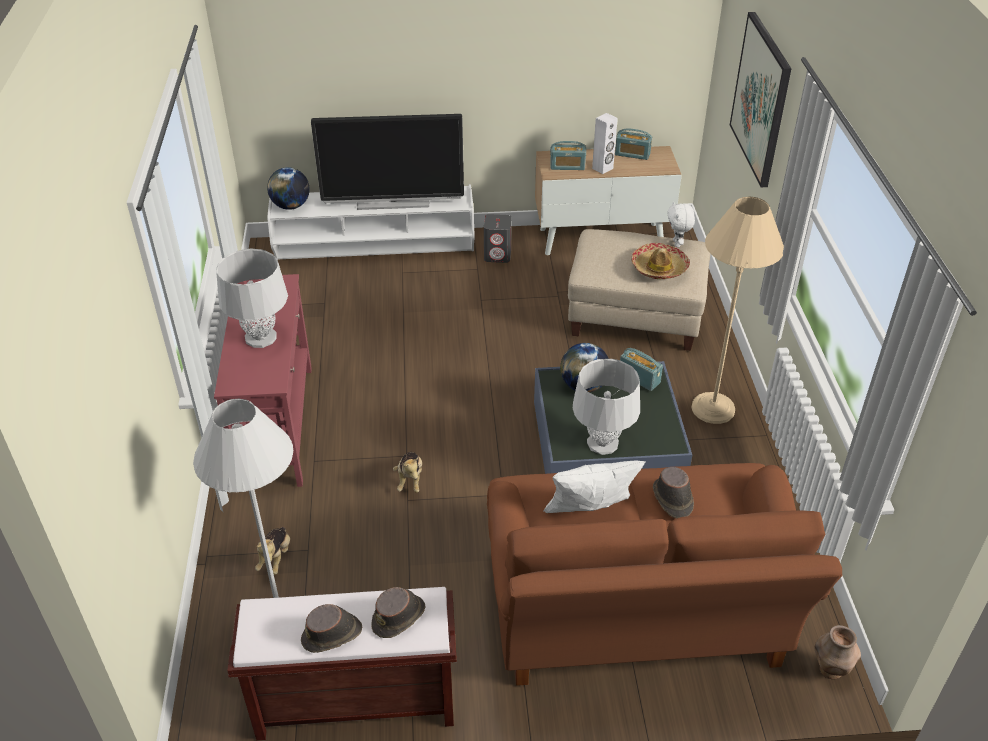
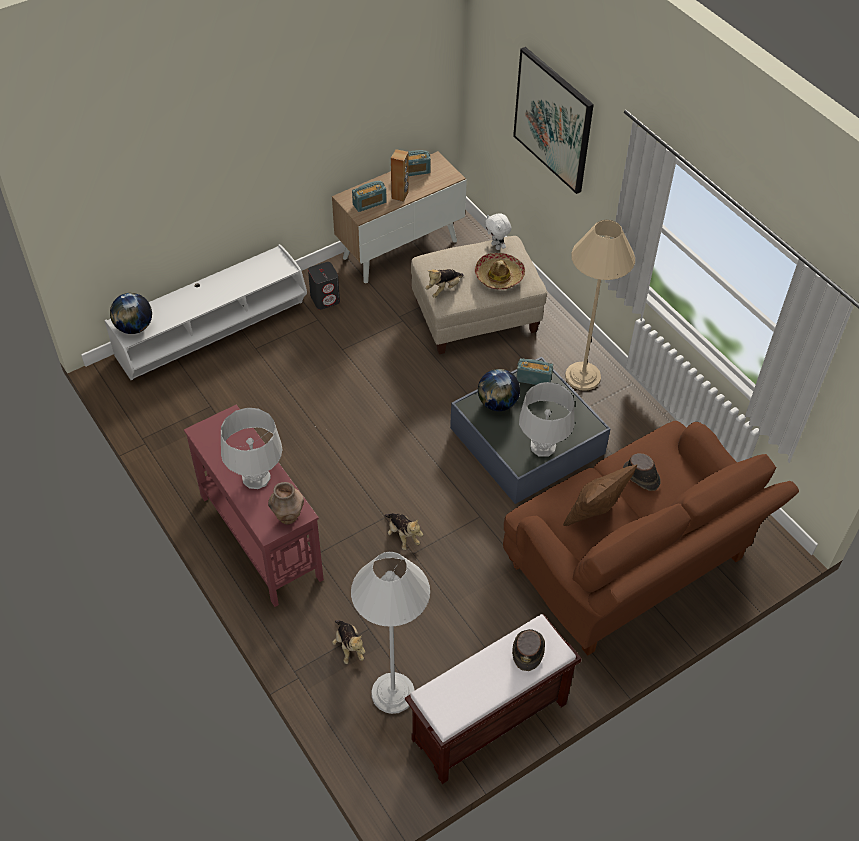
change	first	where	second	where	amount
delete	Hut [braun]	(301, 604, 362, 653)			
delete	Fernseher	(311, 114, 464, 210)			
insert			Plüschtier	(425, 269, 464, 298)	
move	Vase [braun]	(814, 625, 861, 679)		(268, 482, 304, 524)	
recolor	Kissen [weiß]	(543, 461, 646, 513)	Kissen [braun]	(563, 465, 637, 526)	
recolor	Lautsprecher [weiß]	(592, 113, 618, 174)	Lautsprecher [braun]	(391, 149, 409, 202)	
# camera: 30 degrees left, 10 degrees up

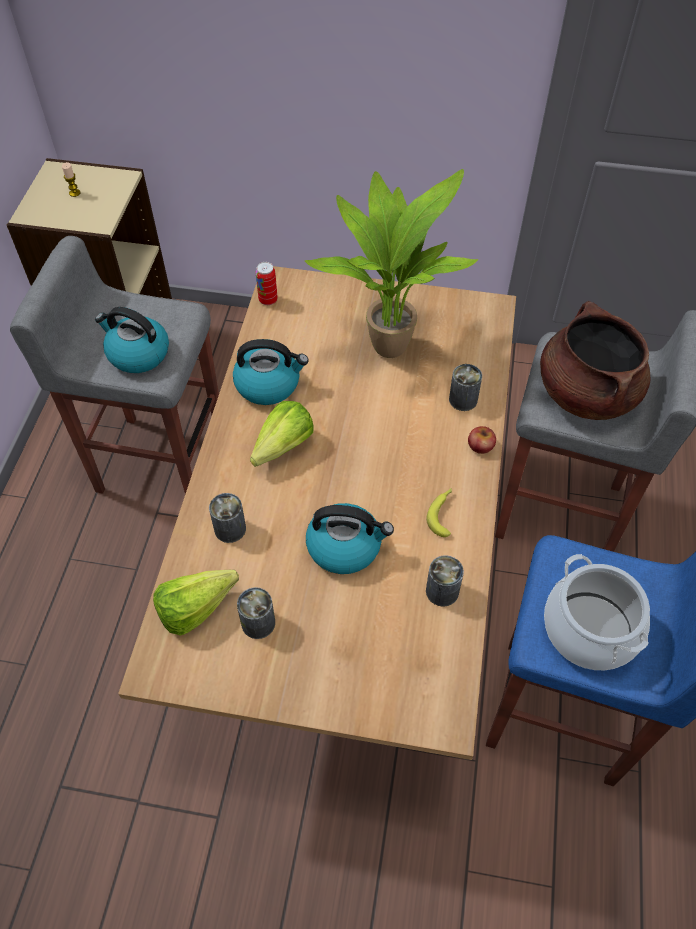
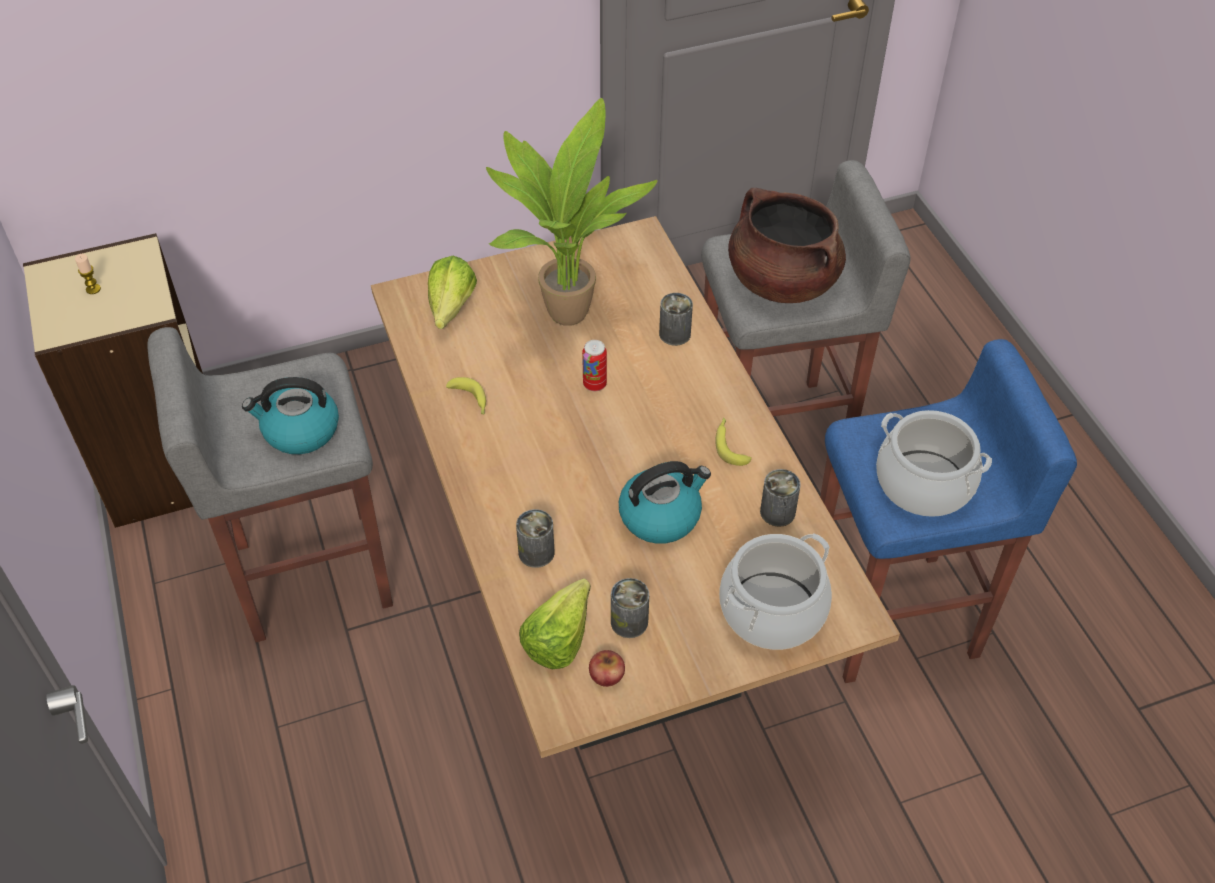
change	first	where	second	where	amount
insert			Kochtopf	(719, 533, 832, 650)	
move	Salatkopf	(250, 401, 314, 467)		(428, 256, 477, 329)	
move	Dose	(256, 262, 278, 305)		(582, 340, 607, 391)	
move	Apfel	(468, 426, 496, 454)		(589, 650, 625, 687)	
replace	Wasserkessel	(233, 339, 309, 405)	Banane	(446, 377, 486, 415)	
# camera: 30 degrees left, 5 degrees down

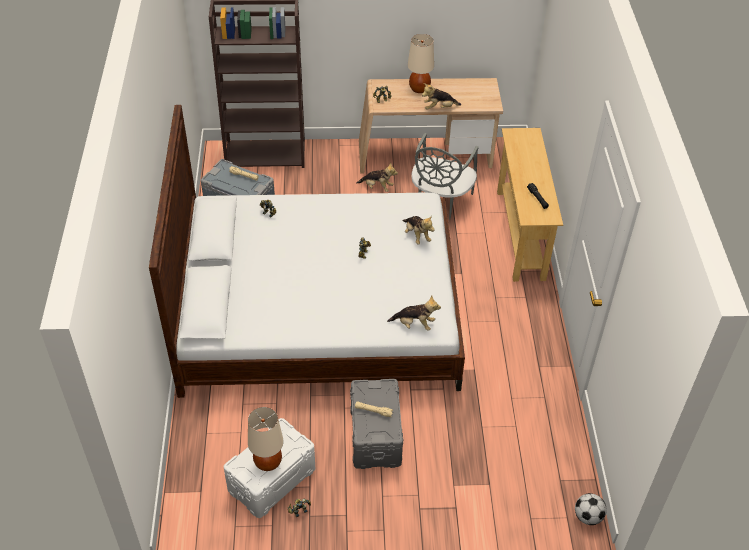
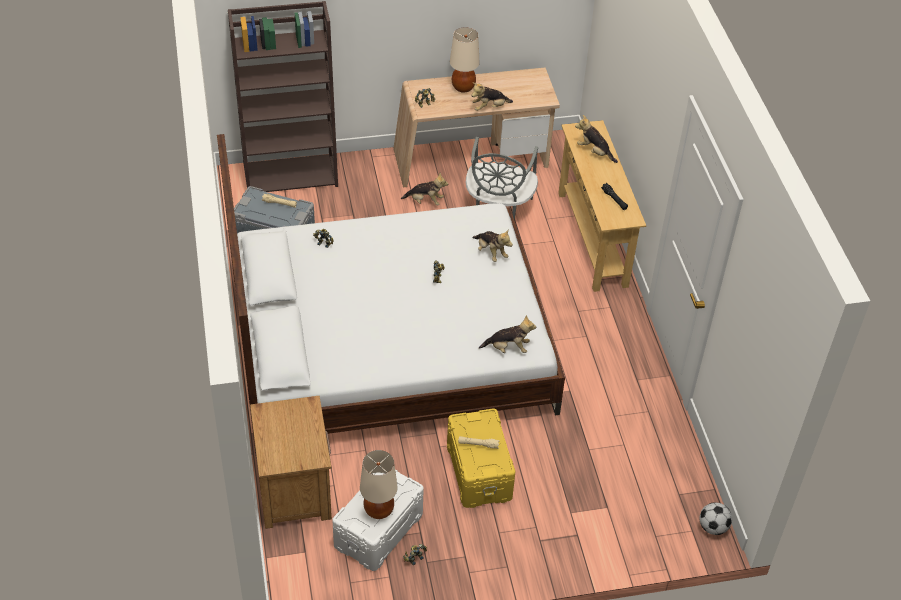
change	first	where	second	where	amount
insert			Nachttisch [braun]	(250, 396, 332, 529)	
insert			Plüschtier	(575, 115, 618, 163)	
recolor	Aufbewahrungsbox [grau]	(350, 379, 403, 469)	Aufbewahrungsbox [gelb]	(447, 409, 515, 508)	
# camera: 10 degrees left, 0 degrees up

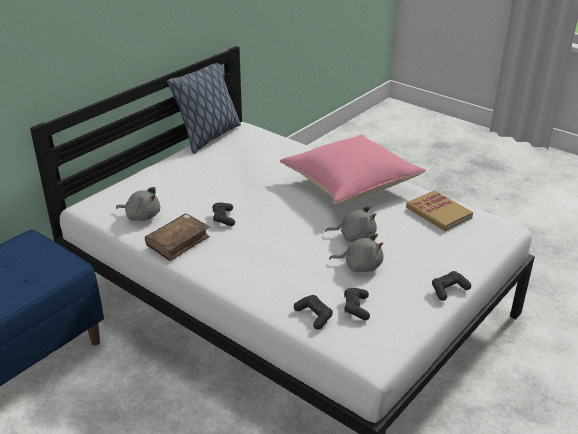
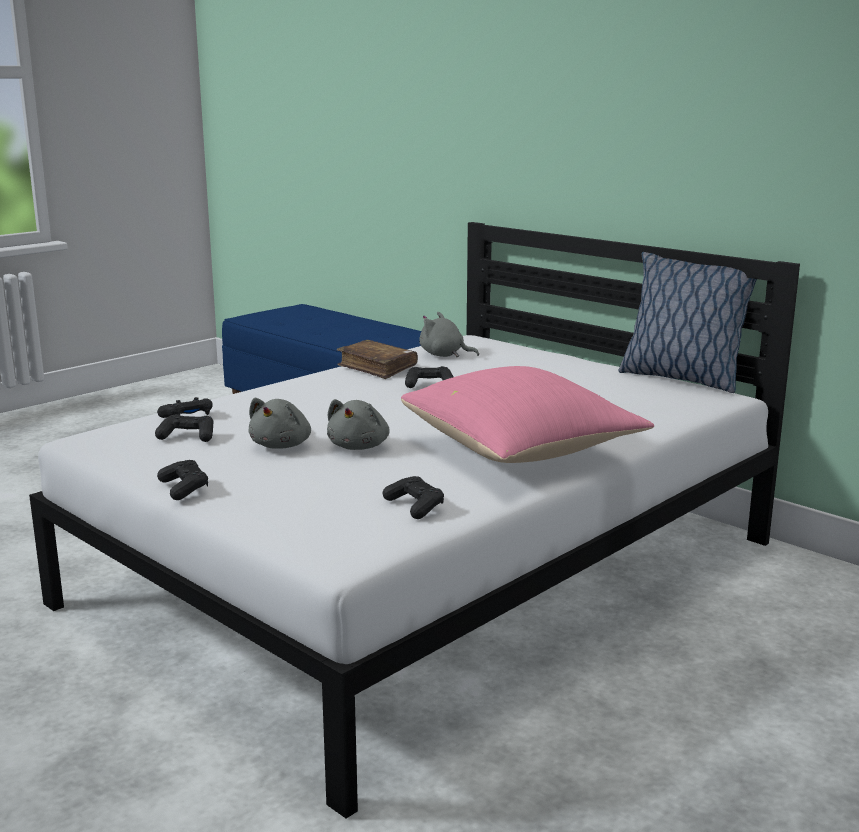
change	first	where	second	where	amount
replace	Buch	(406, 190, 473, 231)	Gamepad [schwarz]	(383, 476, 444, 519)	
rotate	Plüschtier [grau]	(116, 187, 160, 221)		(419, 312, 479, 357)	90 degrees clockwise
# camera: 95 degrees right, 15 degrees down

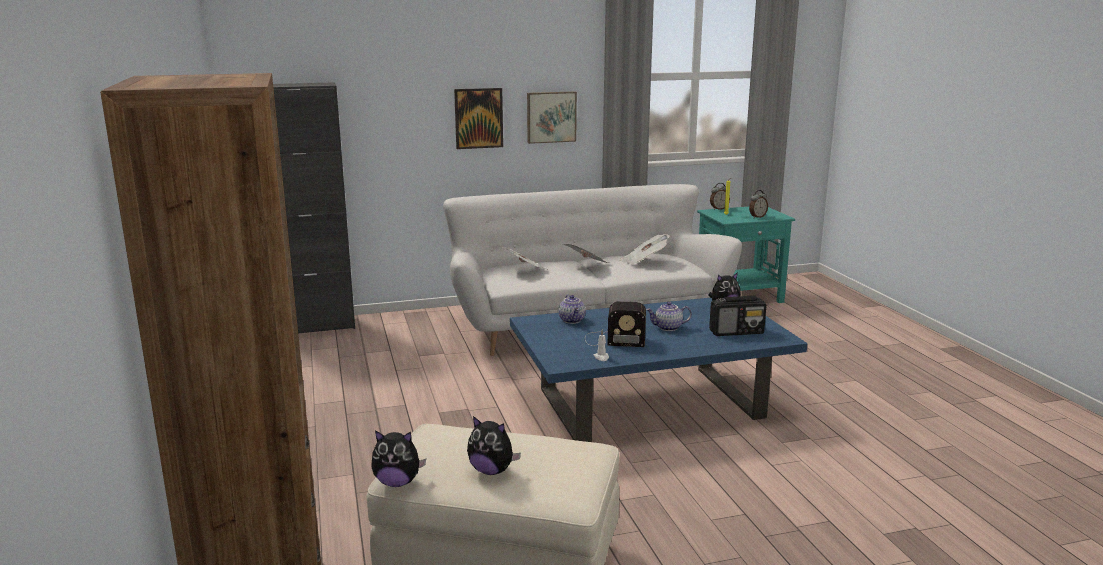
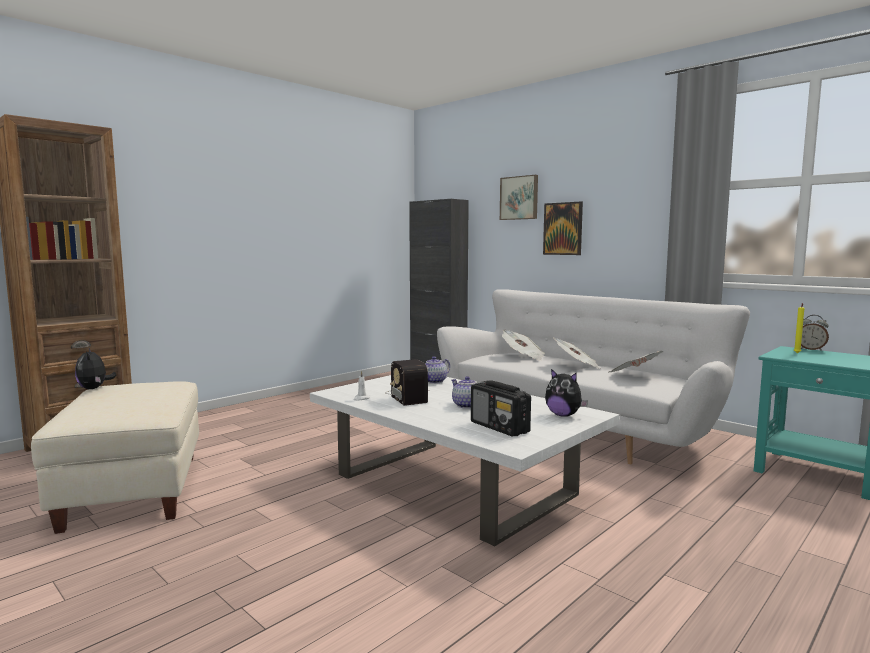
change	first	where	second	where	amount
delete	Plüschtier	(467, 416, 521, 475)			
delete	Wecker	(749, 190, 768, 218)			
move	Bild	(527, 91, 577, 144)		(500, 175, 538, 220)	
recolor	Couchtisch [blau]	(510, 297, 807, 442)	Couchtisch [weiß]	(310, 375, 619, 546)	
# camera: 60 degrees right, 10 degrees down

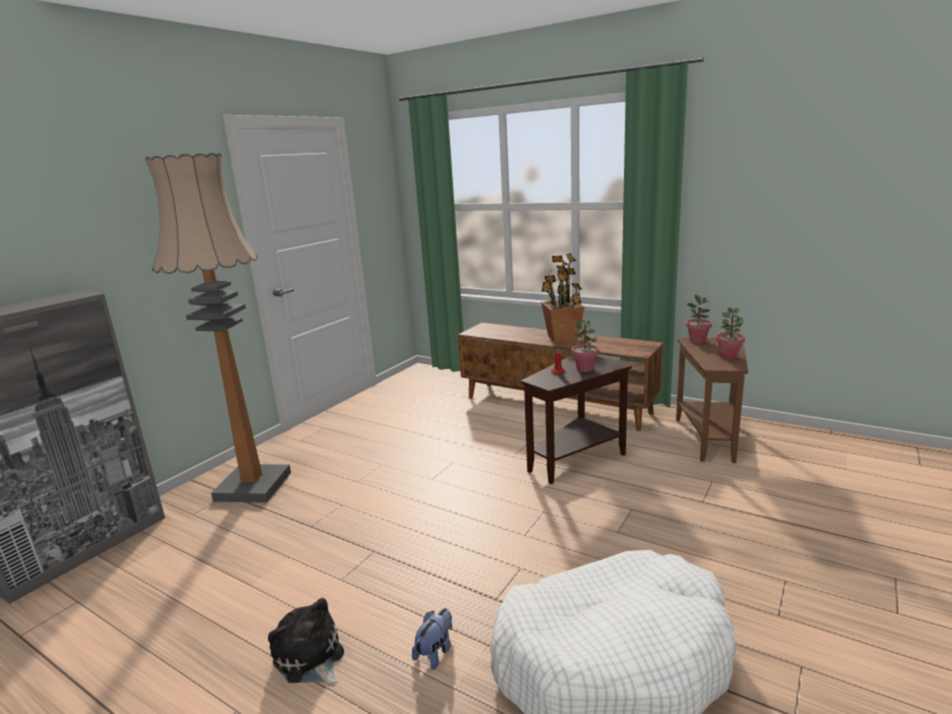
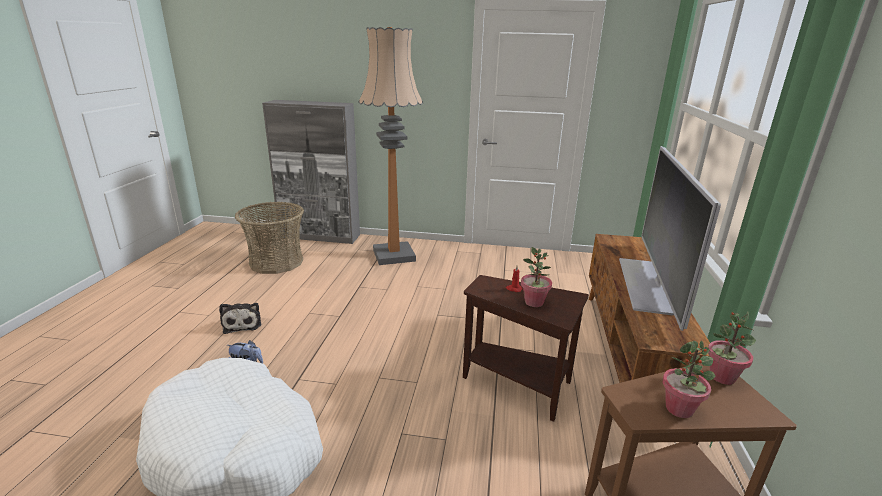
change	first	where	second	where	amount
insert			Korb	(235, 202, 304, 274)	
replace	Topfpflanze	(541, 253, 585, 343)	Fernseher	(619, 146, 721, 331)	
rotate	Plüschtier	(268, 598, 344, 686)		(219, 303, 261, 334)	135 degrees clockwise
# camera: 65 degrees right, 5 degrees up

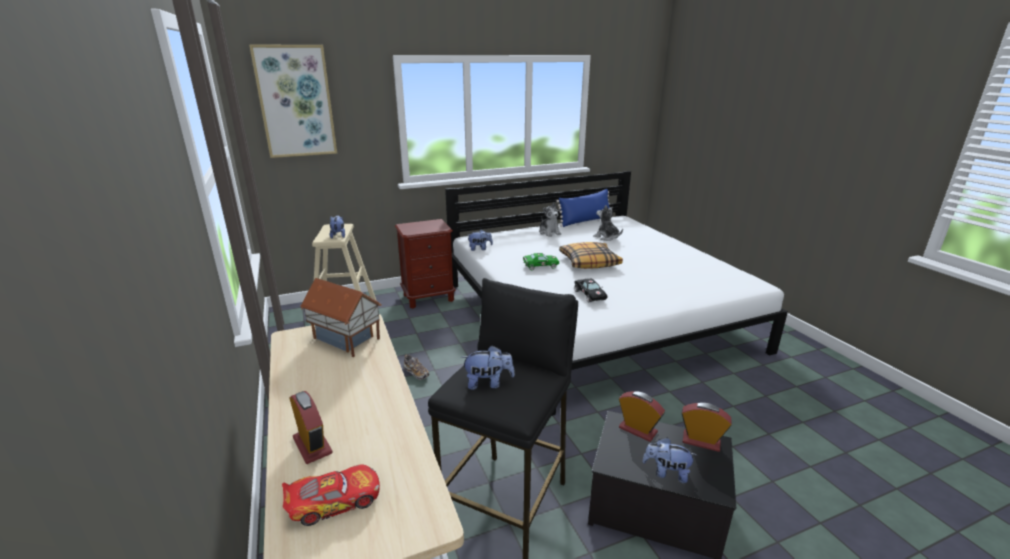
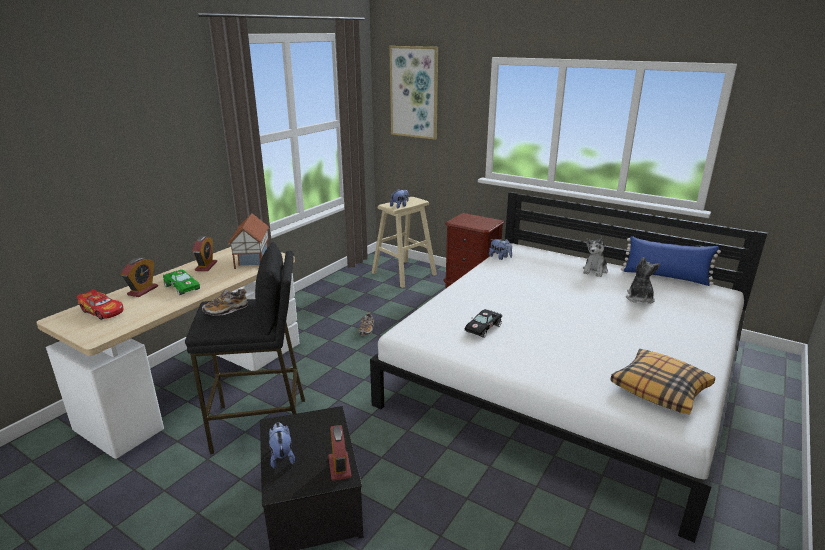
change	first	where	second	where	amount
move	Spielzeugauto [grün]	(523, 253, 559, 270)		(163, 270, 200, 295)	
move	Kissen	(559, 242, 623, 269)		(611, 349, 715, 415)	
move	Wecker	(619, 391, 665, 442)		(193, 236, 217, 271)	
replace	Plüschtier	(461, 346, 515, 390)	Schuh	(202, 289, 248, 316)	
# camera: 55 degrees right, 0 degrees up

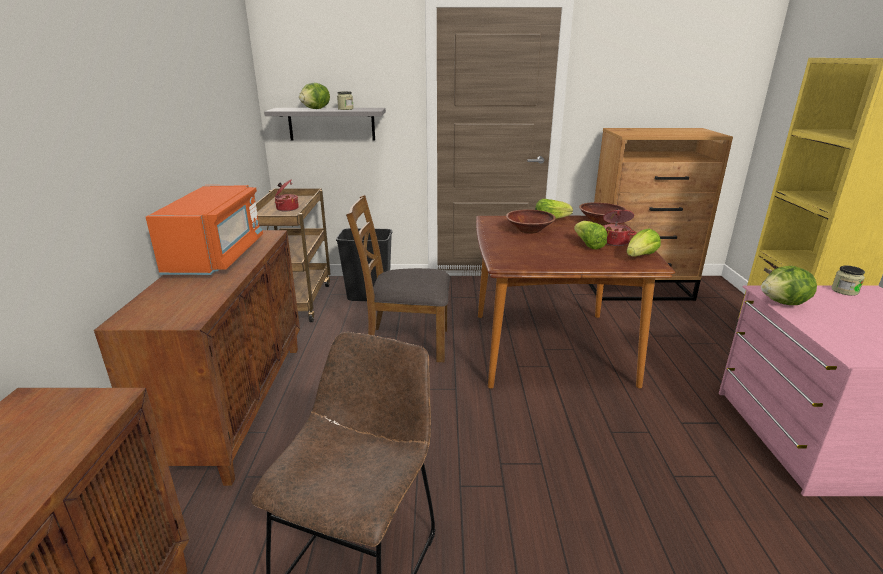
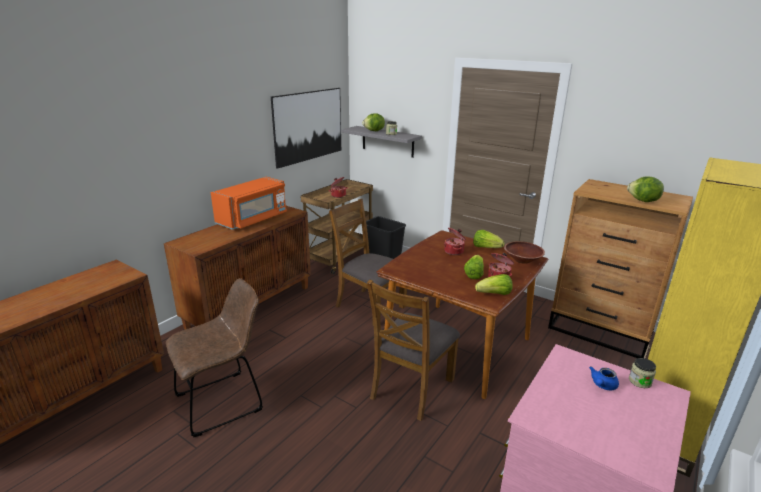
change	first	where	second	where	amount
insert			Bild	(271, 88, 341, 169)	
insert			Stuhl [braun]	(367, 279, 460, 421)	
insert			Teekanne [blau]	(589, 366, 619, 390)	
move	Salatkopf	(761, 266, 817, 305)		(627, 176, 664, 202)	
replace	Schüssel [braun]	(506, 210, 556, 234)	Kochtopf	(444, 228, 466, 255)	
# camera: 35 degrees right, 0 degrees up

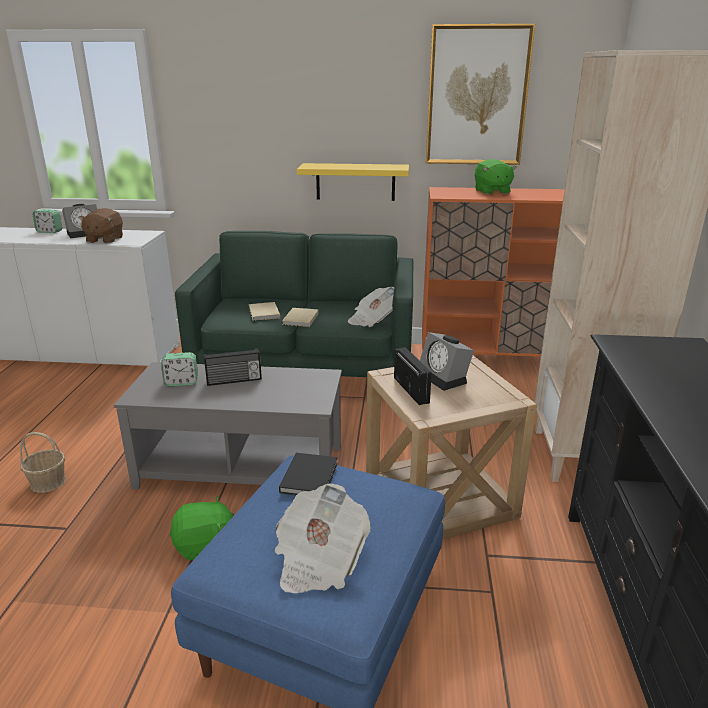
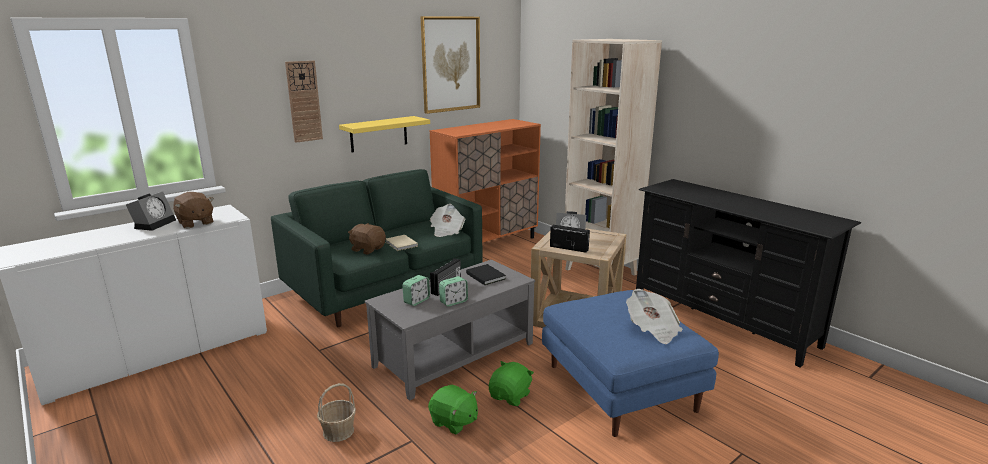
change	first	where	second	where	amount
insert			Wanduhr	(285, 61, 323, 143)	
move	Wecker	(32, 209, 62, 233)		(439, 276, 468, 306)	
move	Buch [schwarz]	(279, 453, 338, 495)		(466, 264, 506, 285)	
move	Plüschtier [grün]	(475, 159, 517, 195)		(428, 385, 478, 435)	
replace	Buch [beige]	(249, 302, 280, 321)	Plüschtier [braun]	(348, 223, 386, 255)	
# camera: 45 degrees left, 5 degrees down

